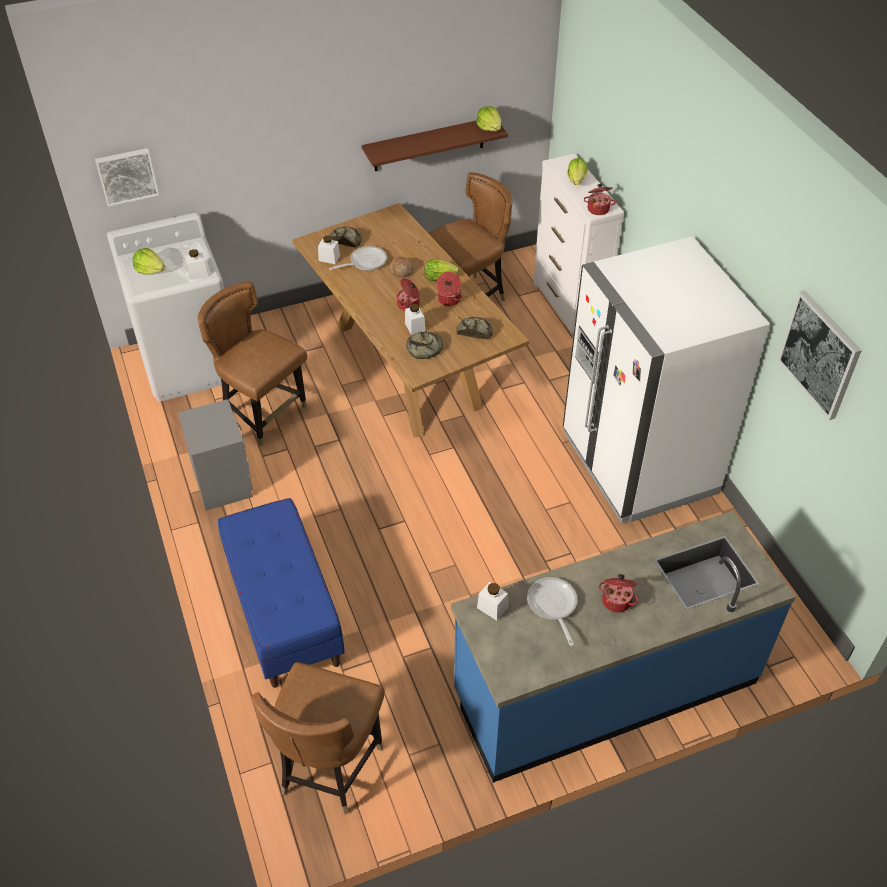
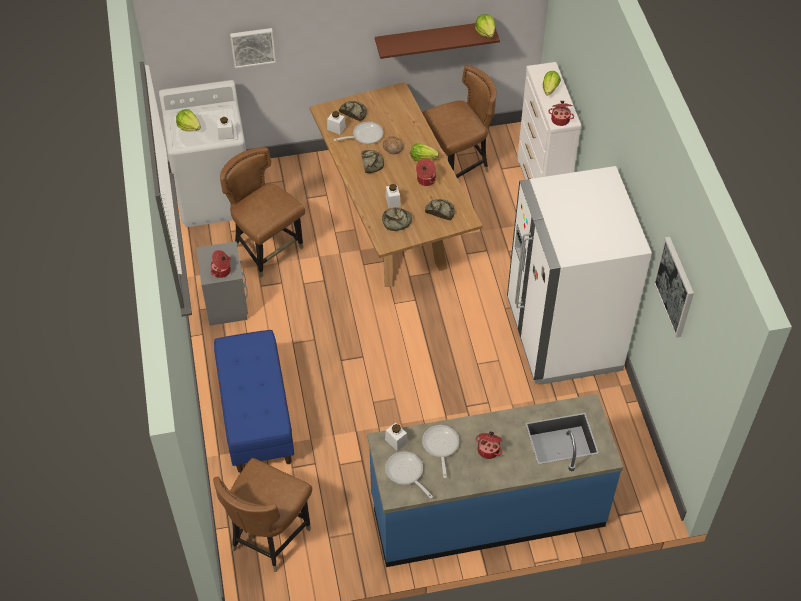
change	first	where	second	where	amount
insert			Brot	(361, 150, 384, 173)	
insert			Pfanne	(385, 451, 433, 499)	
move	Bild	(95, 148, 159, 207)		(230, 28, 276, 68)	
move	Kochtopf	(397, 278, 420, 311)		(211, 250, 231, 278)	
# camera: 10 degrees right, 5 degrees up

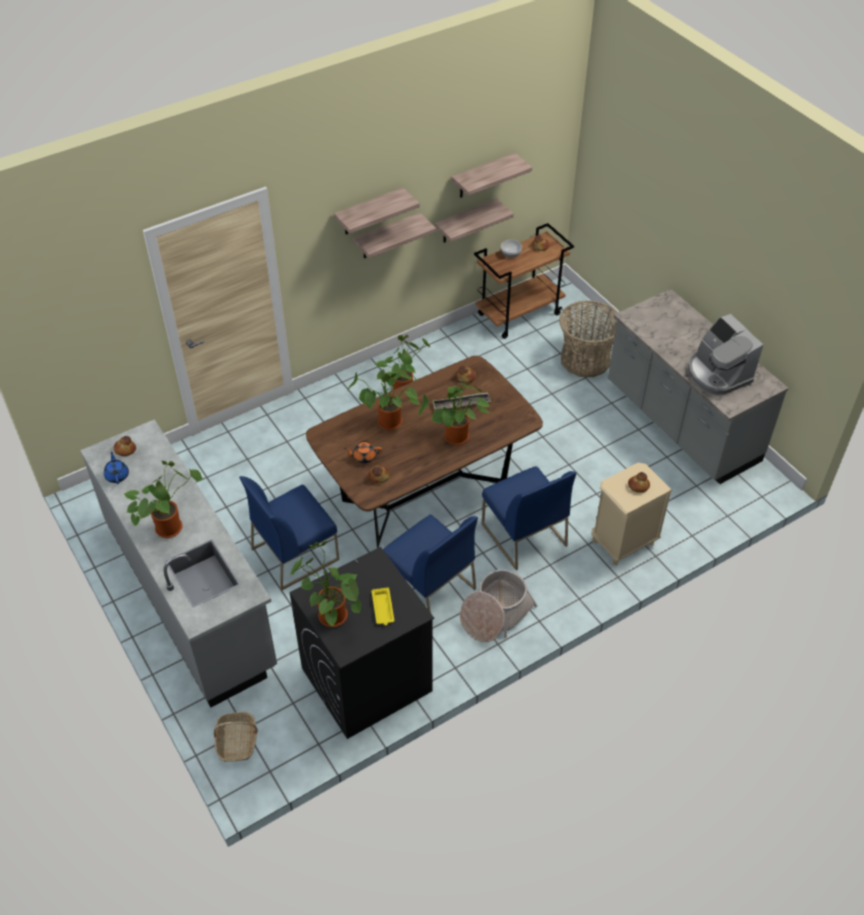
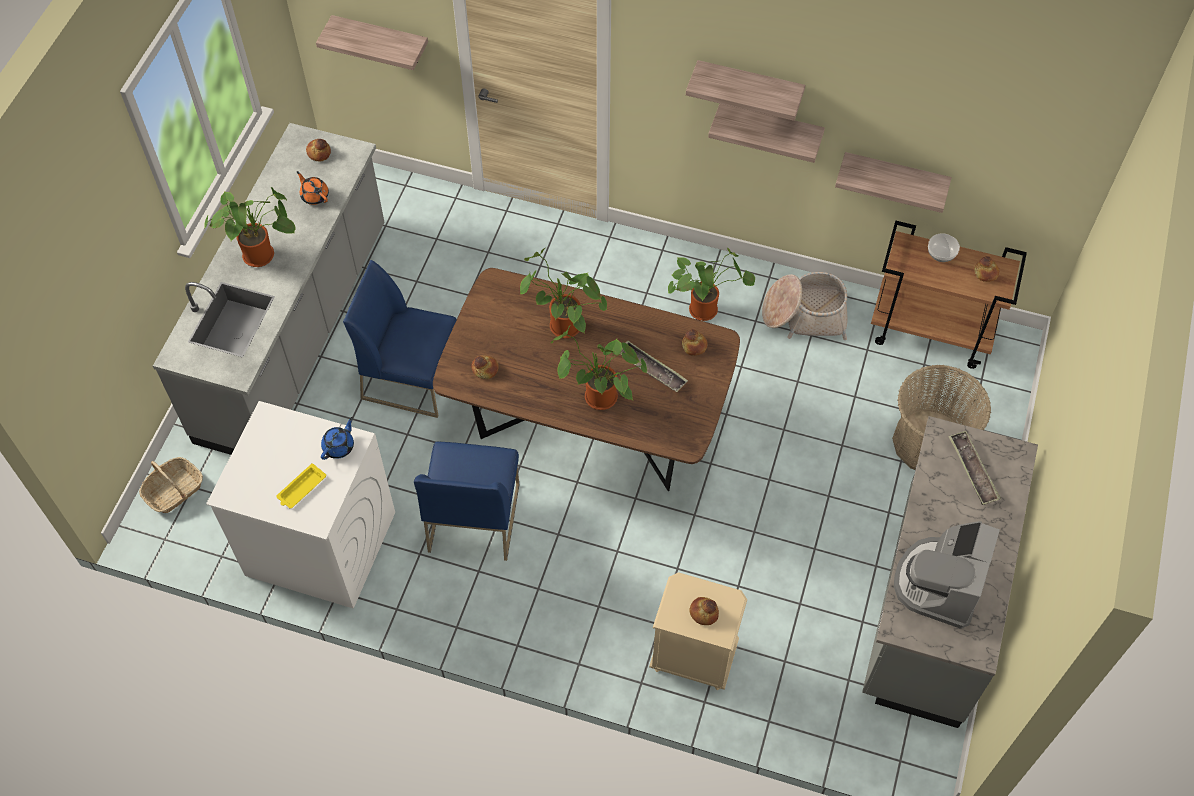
change	first	where	second	where	amount
delete	Topfpflanze	(290, 541, 361, 627)			
delete	Stuhl [blau]	(482, 466, 576, 570)			
insert			Tablett	(948, 431, 1001, 505)	
move	Teekanne [blau]	(104, 451, 129, 484)		(321, 417, 354, 460)	
move	Teekanne [orange]	(344, 441, 382, 463)		(297, 171, 329, 205)	
move	Wandregal	(452, 153, 532, 198)		(316, 15, 428, 70)	
move	Korb	(460, 569, 537, 642)		(762, 272, 847, 340)	
recolor	Waschmaschine [schwarz]	(290, 547, 434, 739)	Waschmaschine [weiß]	(206, 401, 395, 609)	
# camera: 50 degrees right, 10 degrees up

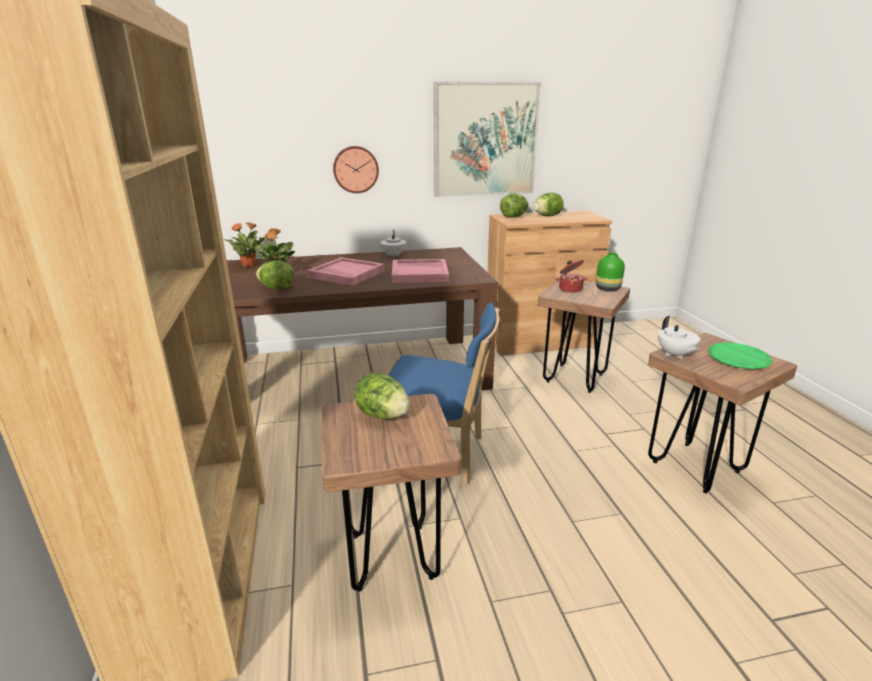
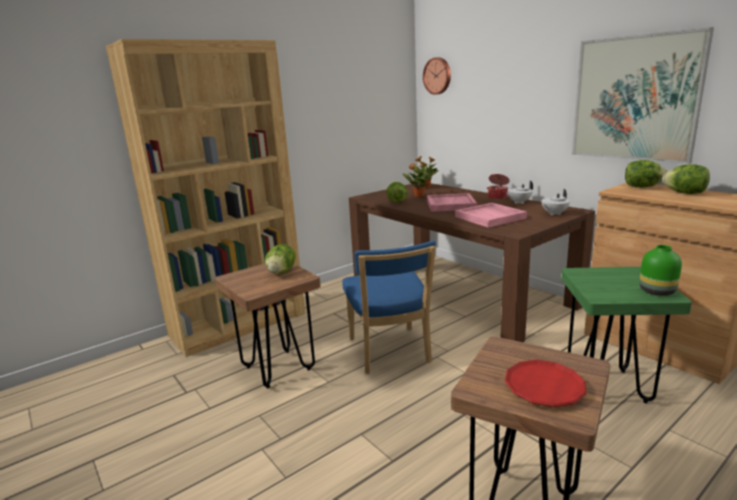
change	first	where	second	where	amount
move	Wanduhr	(333, 146, 379, 193)		(423, 57, 451, 95)	
move	Kochtopf	(555, 260, 588, 293)		(487, 174, 510, 199)	
move	Teekanne [weiß]	(658, 316, 700, 359)		(542, 189, 570, 216)	
recolor	Hocker [braun]	(538, 279, 630, 393)	Hocker [grün]	(561, 267, 692, 403)	
recolor	Teller [grün]	(708, 342, 773, 369)	Teller [rot]	(505, 360, 586, 407)	
# camera: 65 degrees right, 5 degrees down

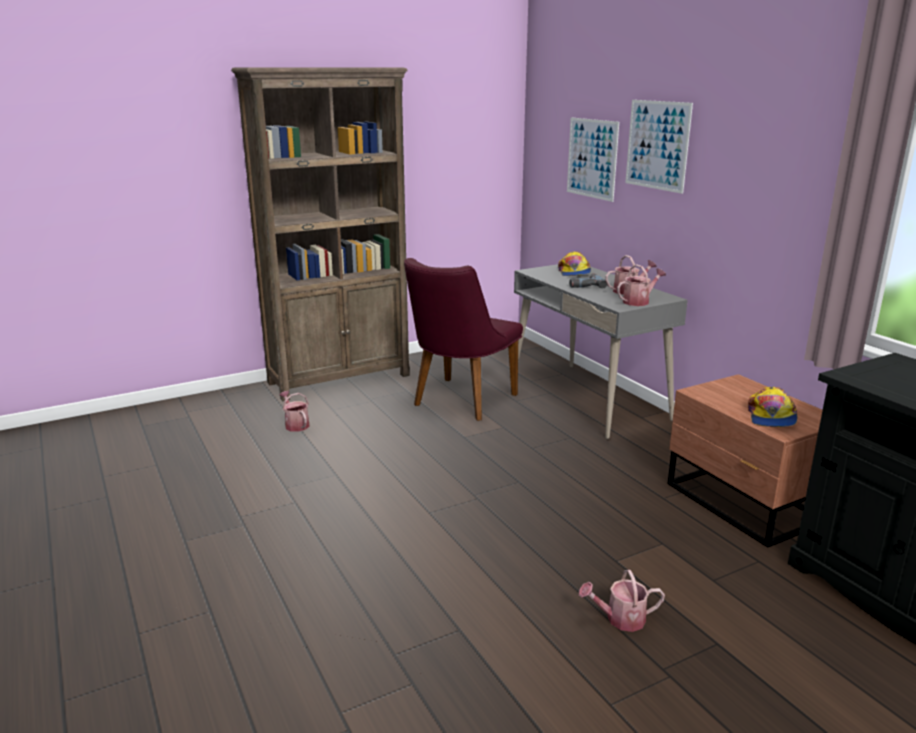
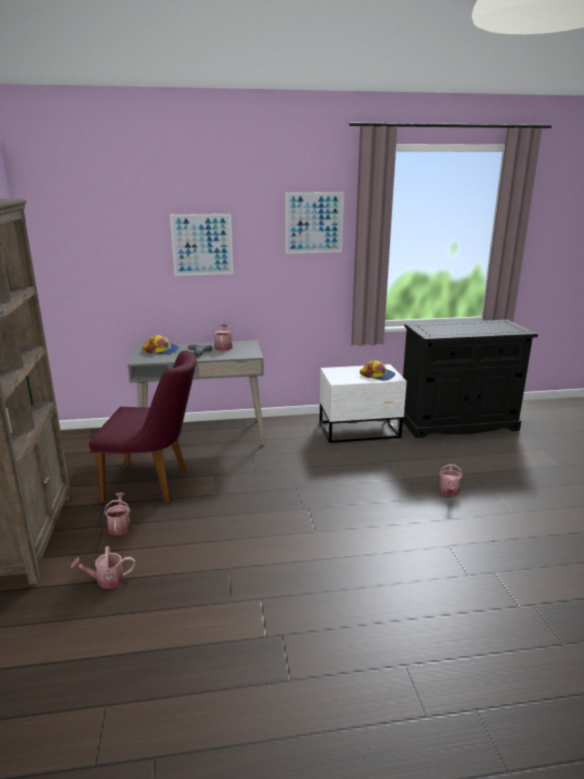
change	first	where	second	where	amount
move	Bild	(567, 117, 619, 202)		(285, 192, 344, 253)	
move	Gießkanne	(617, 264, 666, 306)		(104, 493, 131, 535)	
recolor	Nachttisch [braun]	(668, 374, 823, 547)	Nachttisch [weiß]	(319, 364, 407, 443)	
rotate	Stuhl [lila]	(404, 258, 523, 421)		(89, 350, 197, 503)	45 degrees counterclockwise
# camera: 70 degrees left, 0 degrees up

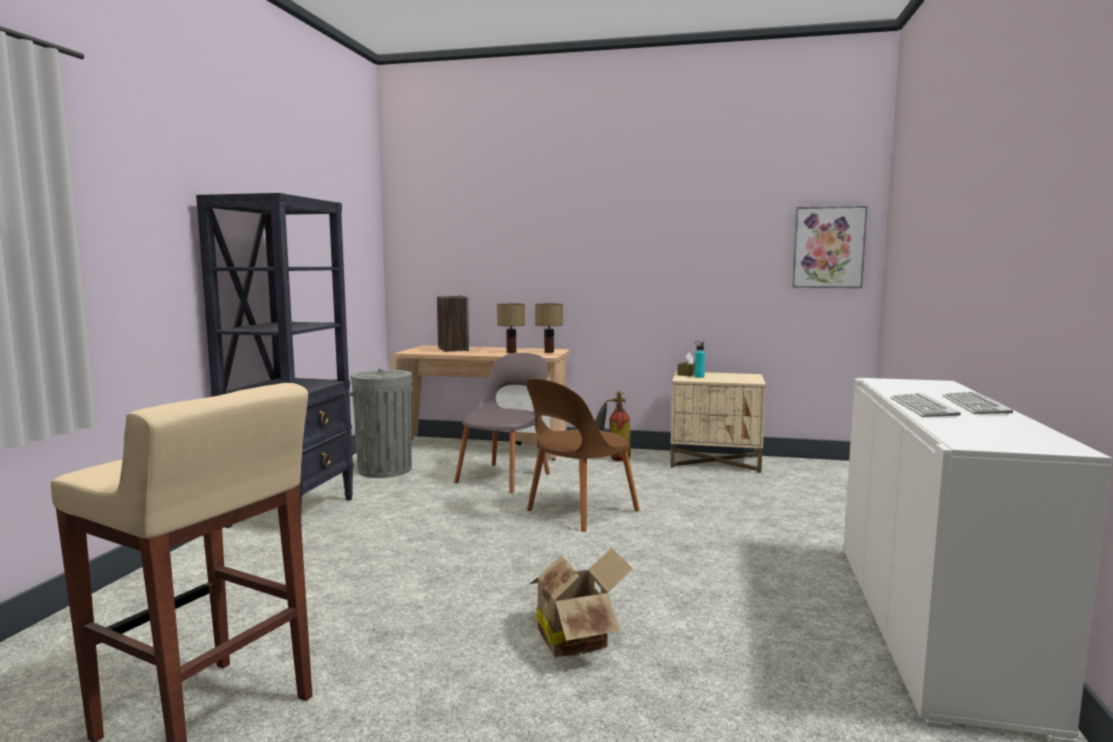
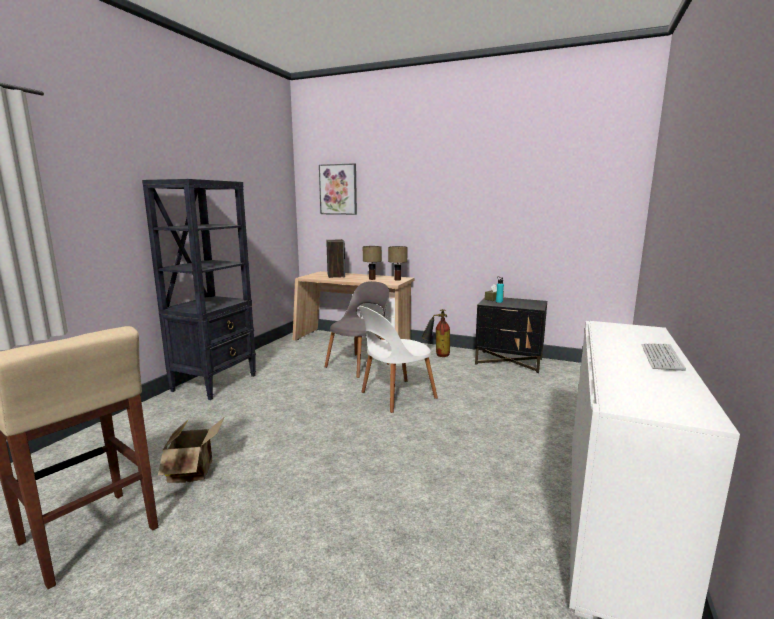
change	first	where	second	where	amount
delete	Mülleimer [grau]	(350, 368, 413, 478)			
delete	Tastatur	(890, 393, 961, 417)			
move	Karton	(530, 548, 633, 657)		(158, 418, 224, 483)	
move	Bild	(792, 206, 868, 288)		(319, 163, 357, 215)	
recolor	Stuhl [braun]	(526, 378, 640, 532)	Stuhl [weiß]	(359, 306, 438, 413)	
recolor	Nachttisch [beige]	(670, 371, 766, 473)	Nachttisch [schwarz]	(475, 297, 547, 373)	
# camera: 10 degrees right, 5 degrees up

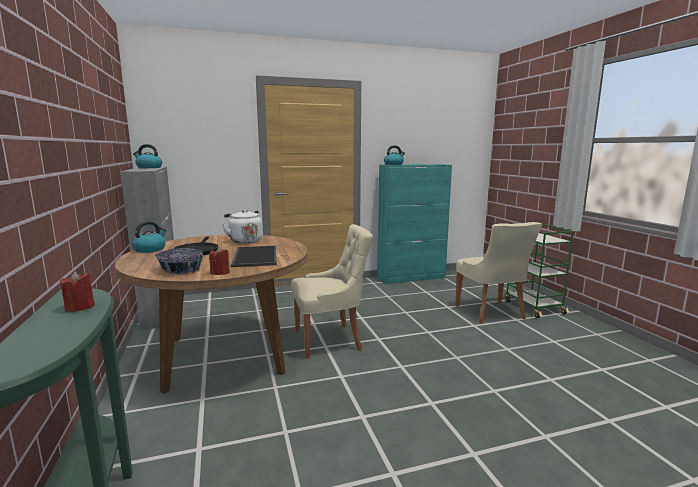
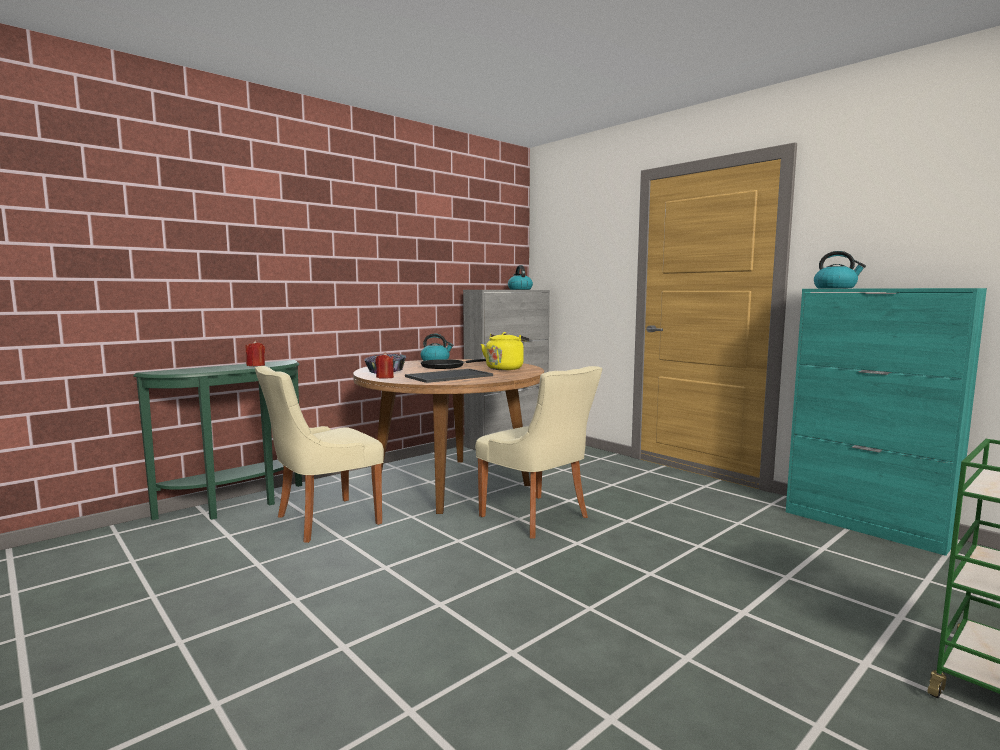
change	first	where	second	where	amount
move	Stuhl [beige]	(455, 222, 542, 324)		(255, 366, 384, 543)	
recolor	Wasserkessel [weiß]	(222, 210, 263, 243)	Wasserkessel [gelb]	(481, 332, 529, 370)	
# camera: 65 degrees right, 5 degrees down

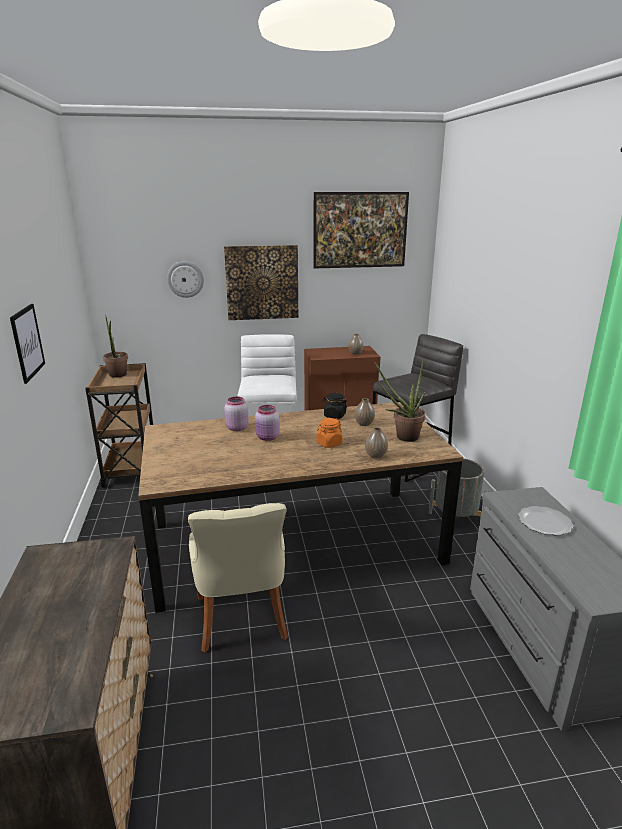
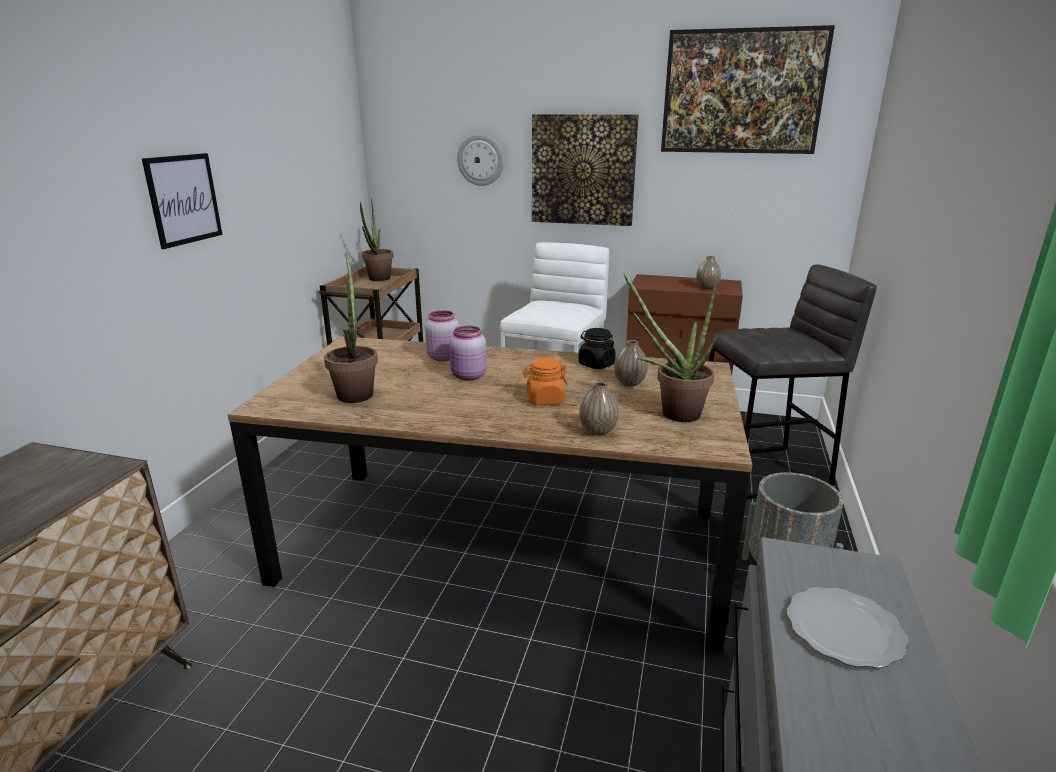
change	first	where	second	where	amount
delete	Stuhl [beige]	(188, 503, 288, 652)			
insert			Topfpflanze	(324, 253, 378, 403)	
# camera: 25 degrees right, 0 degrees up

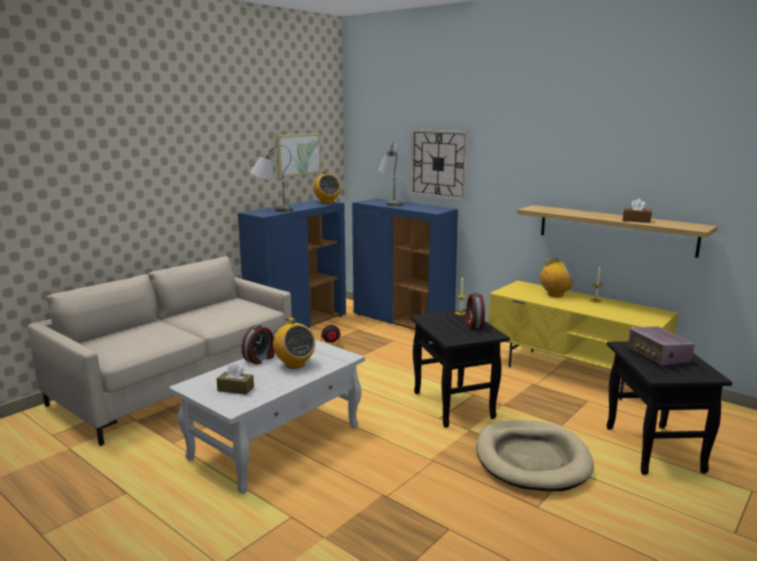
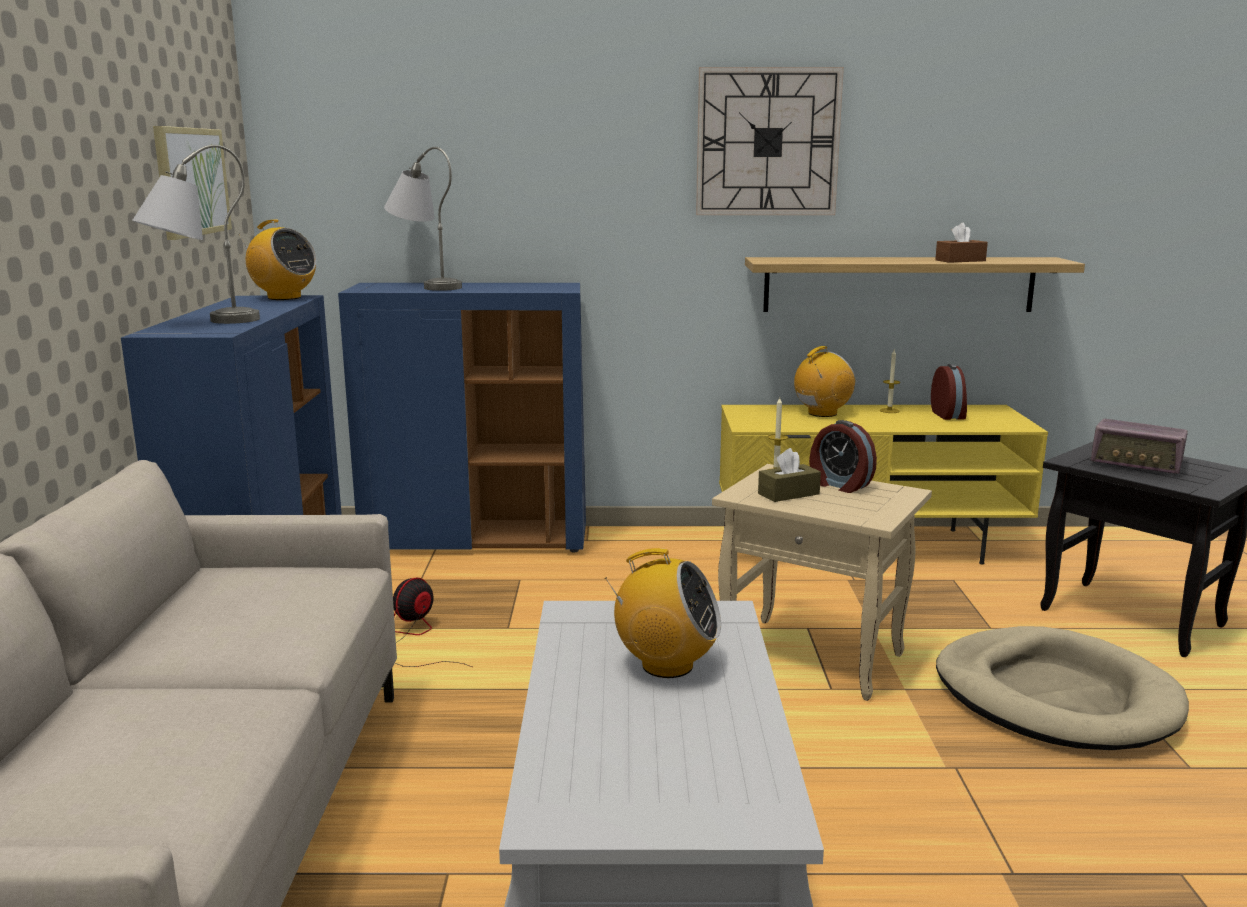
change	first	where	second	where	amount
move	Taschentuchbox [braun]	(217, 364, 254, 395)		(758, 448, 821, 502)	
move	Wecker	(242, 325, 275, 365)		(931, 364, 967, 420)	
move	Wanduhr	(411, 129, 469, 201)		(696, 67, 844, 215)	
recolor	Beistelltisch [schwarz]	(410, 309, 510, 428)	Beistelltisch [beige]	(712, 464, 932, 701)	
# camera: 40 degrees left, 0 degrees up

